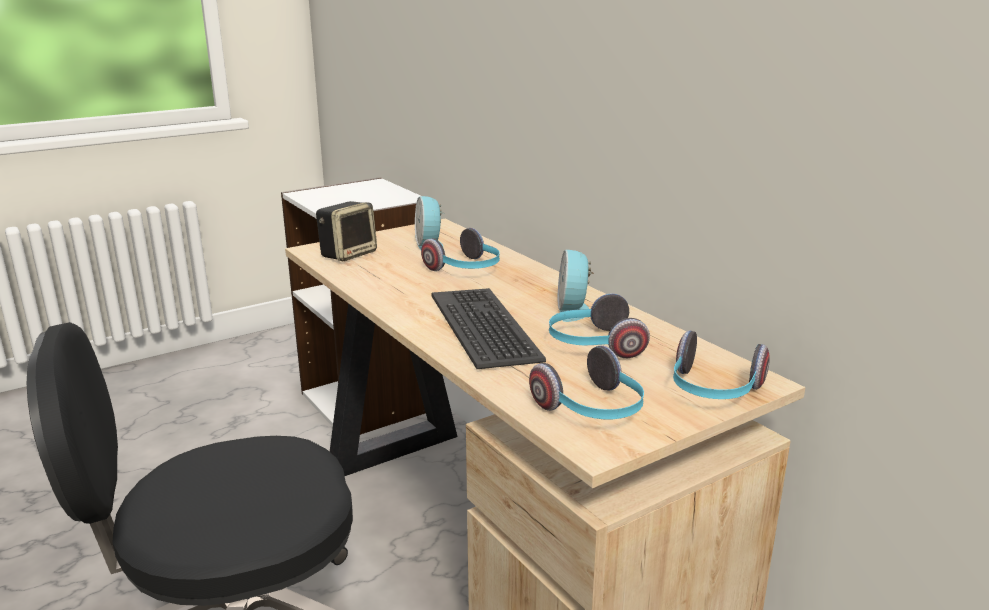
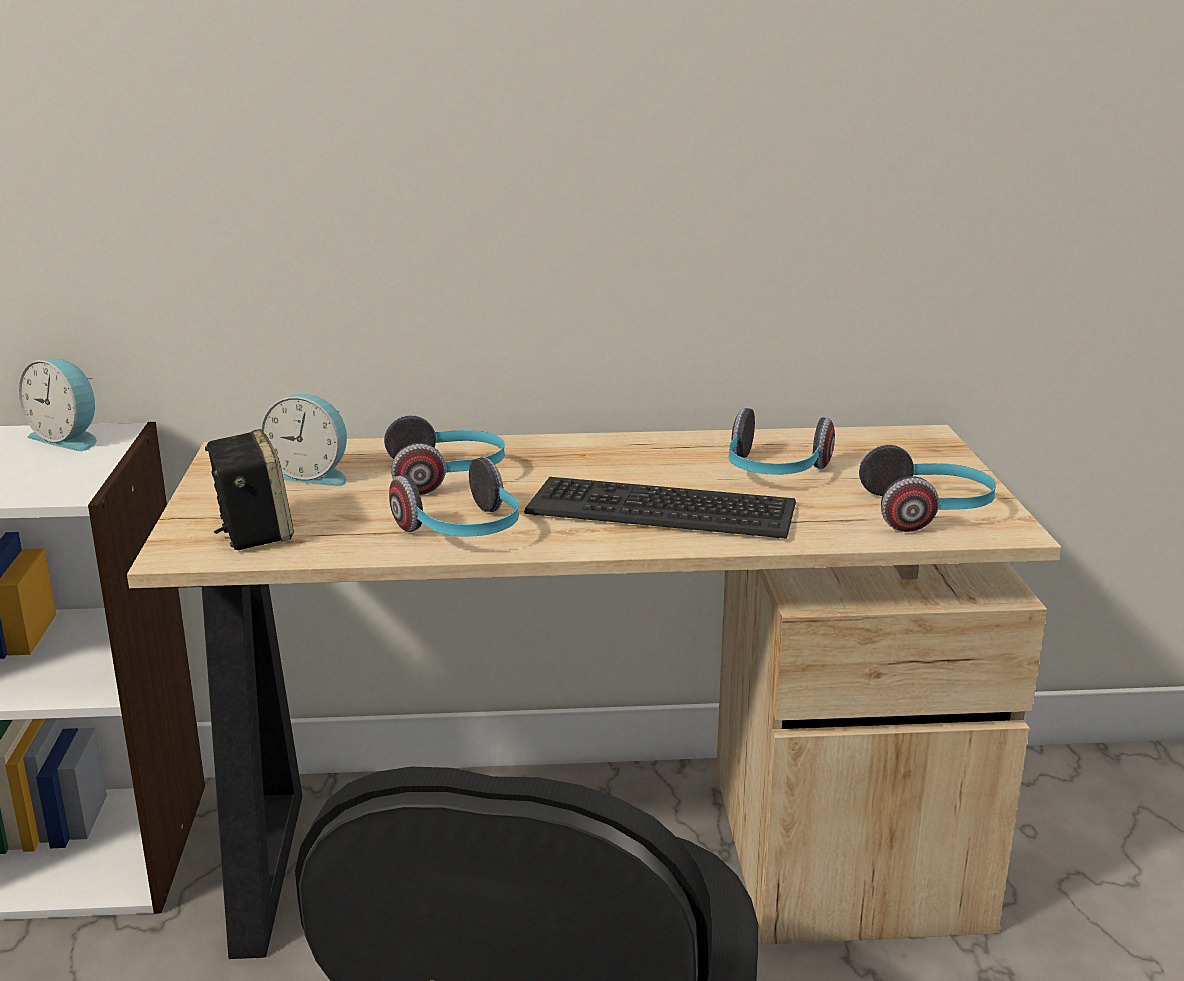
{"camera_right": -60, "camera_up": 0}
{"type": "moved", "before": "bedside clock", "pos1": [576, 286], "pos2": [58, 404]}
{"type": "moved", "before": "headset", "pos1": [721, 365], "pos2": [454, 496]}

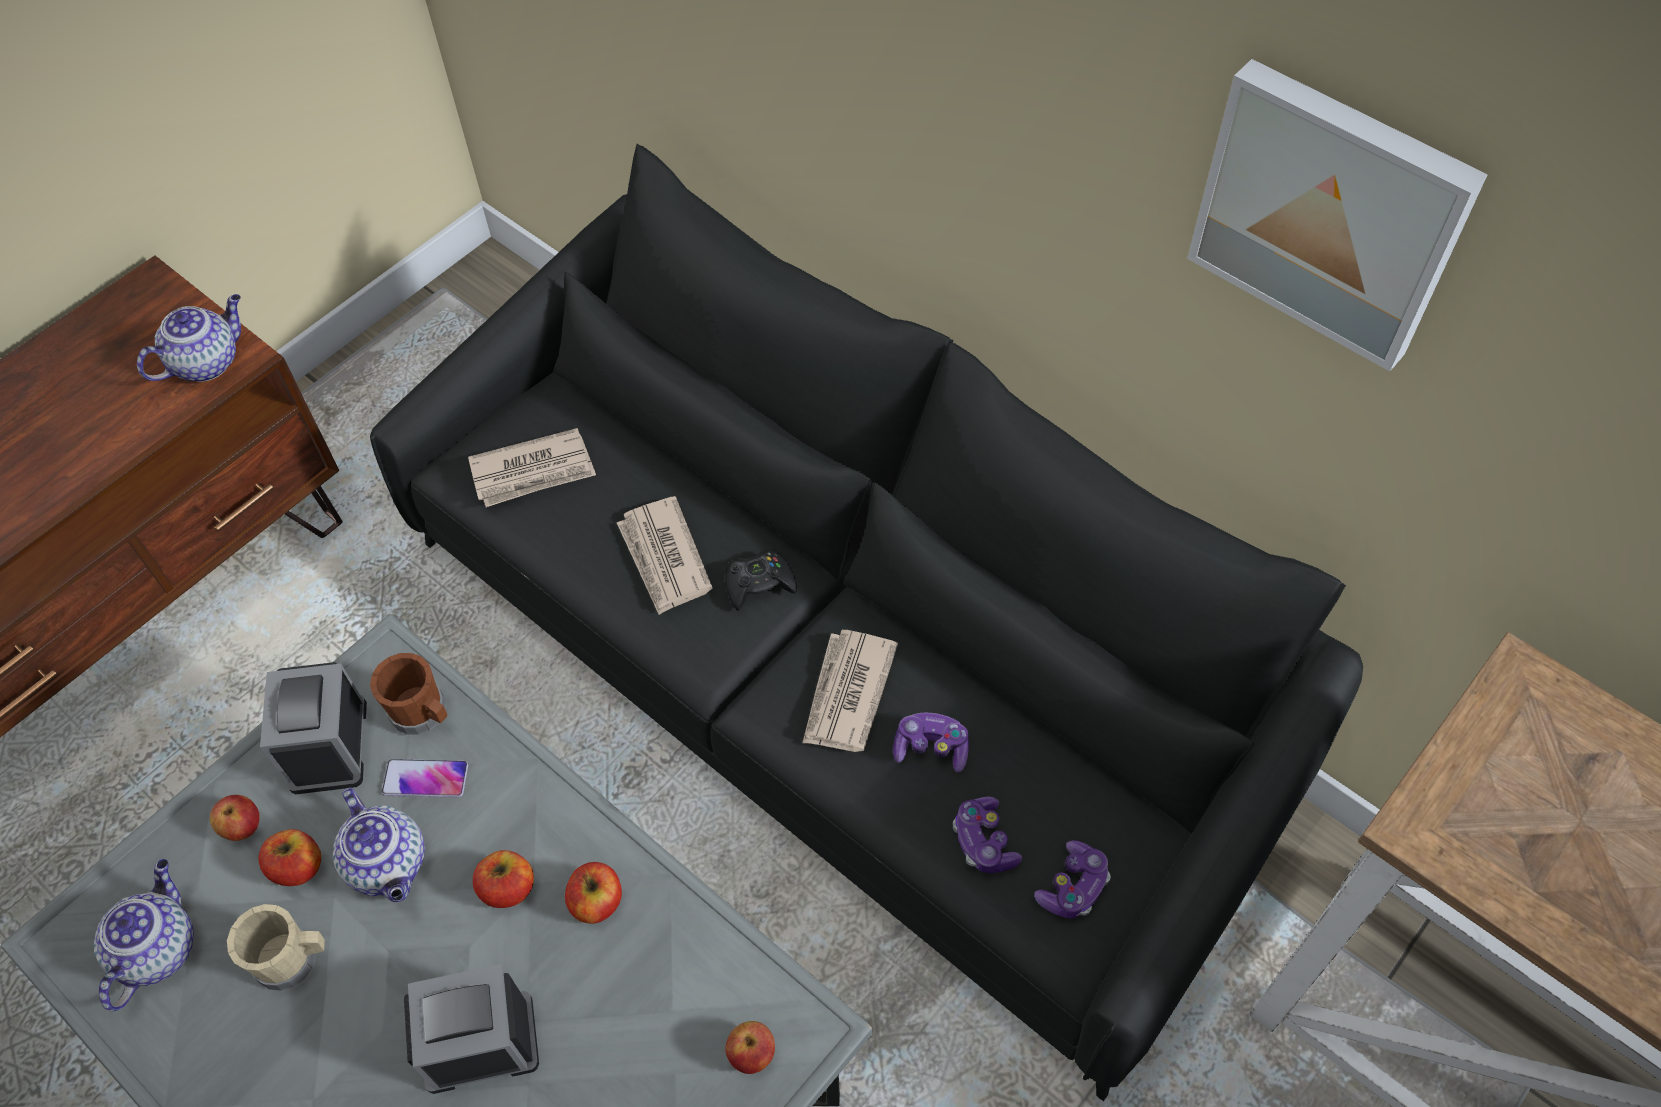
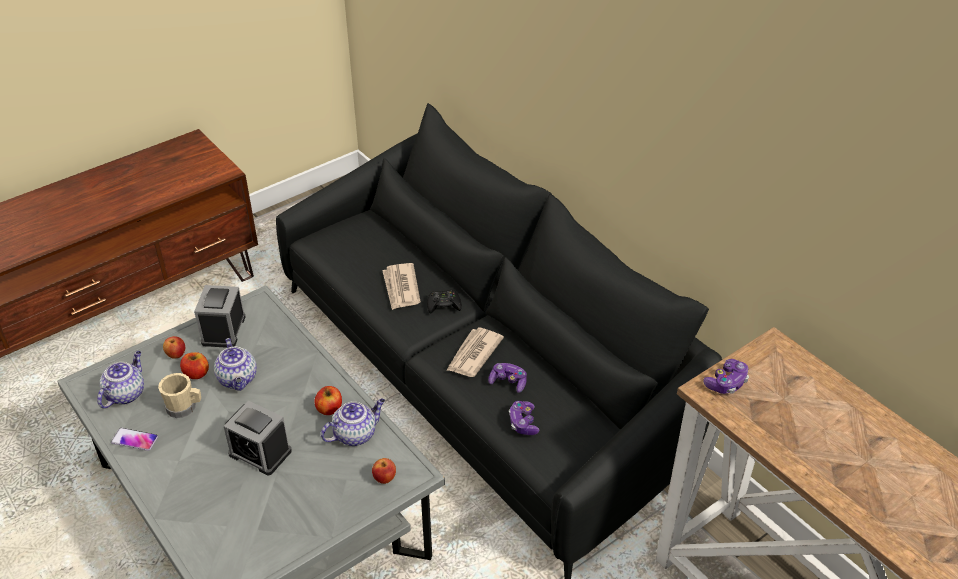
{"camera_right": 10, "camera_up": -15}
{"type": "removed", "before": "mug in brown-coloured", "pos1": [409, 694]}
{"type": "removed", "before": "newspaper", "pos1": [532, 467]}
{"type": "removed", "before": "apple", "pos1": [503, 879]}
{"type": "removed", "before": "picture", "pos1": [1337, 215]}
{"type": "moved", "before": "teapot", "pos1": [189, 338], "pos2": [353, 422]}
{"type": "moved", "before": "telephone", "pos1": [424, 778], "pos2": [134, 439]}
{"type": "moved", "before": "joypad", "pos1": [1072, 879], "pos2": [726, 376]}
{"type": "turned", "before": "bedside clock", "pos1": [471, 1029], "pos2": [257, 438], "turn": -150}

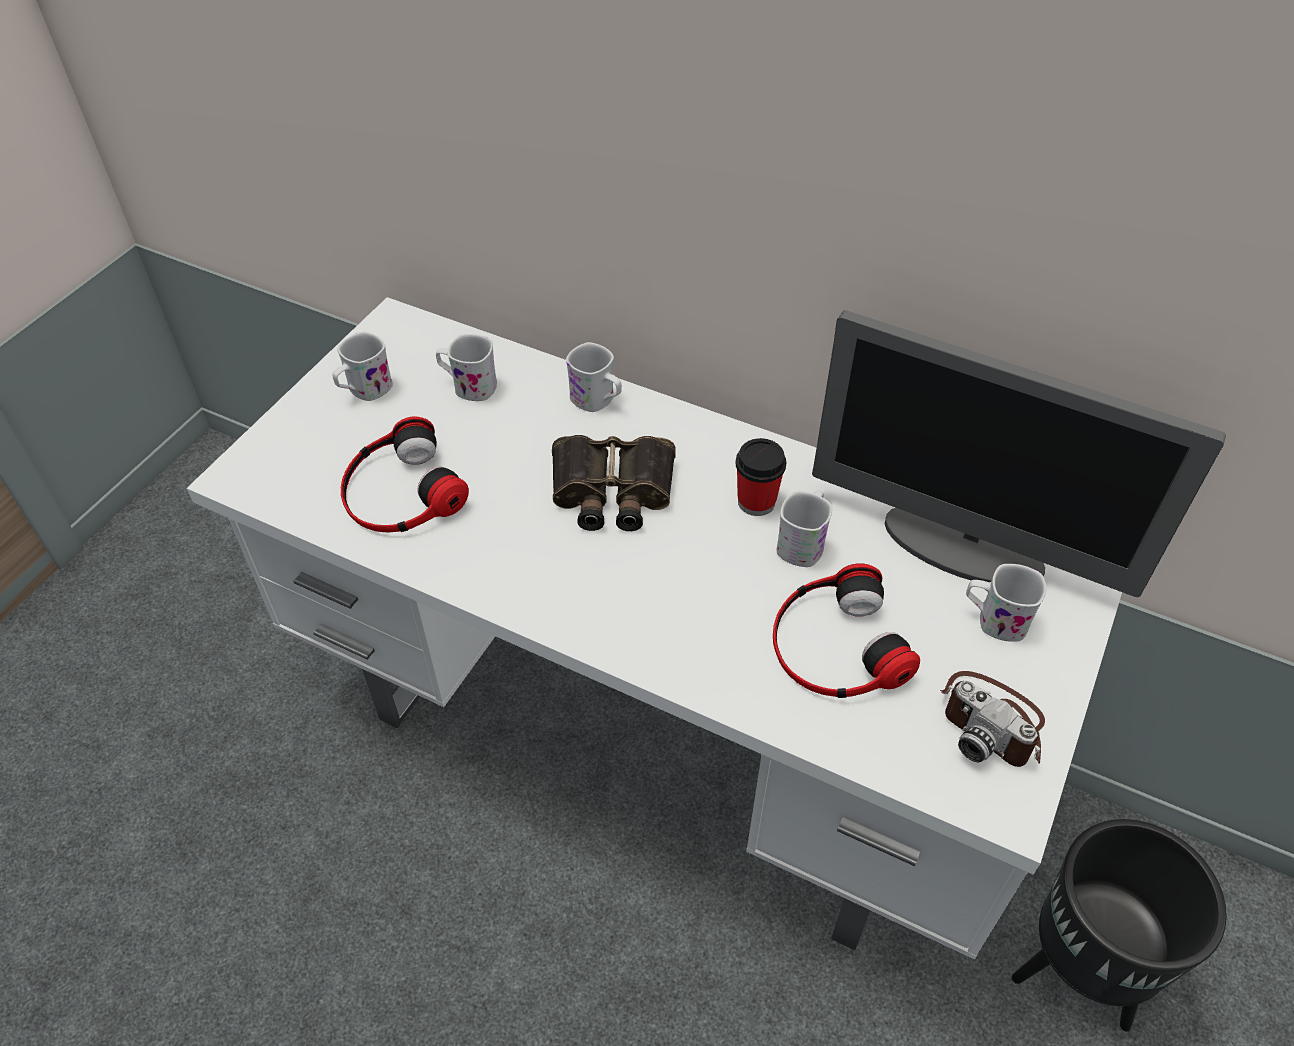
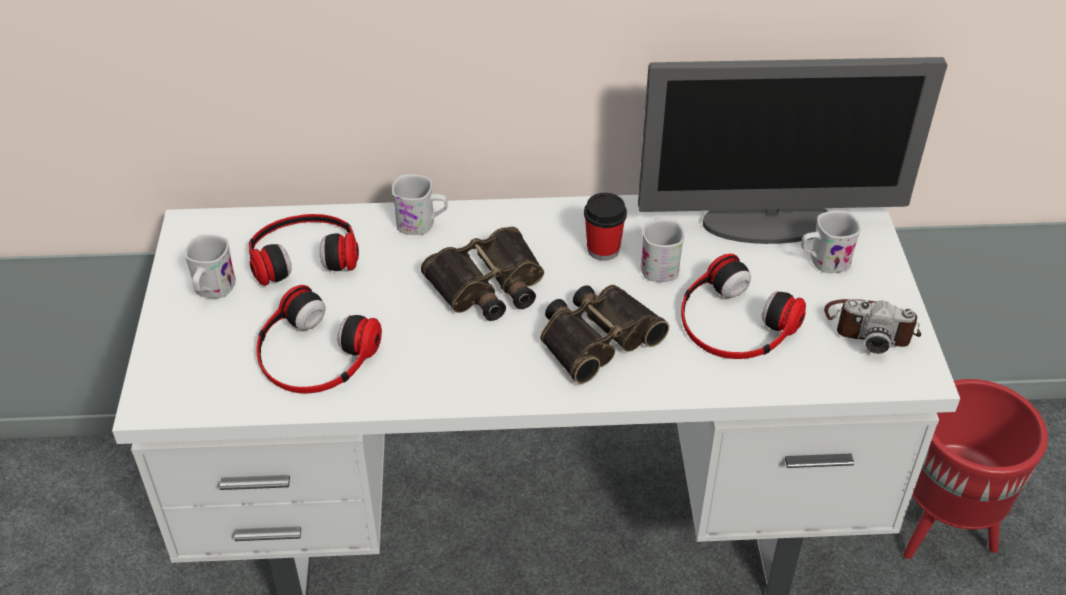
{"camera_right": -30, "camera_up": -5}
{"type": "added", "after": "field glasses", "pos2": [604, 334]}
{"type": "replaced", "before": "mug in white", "after": "headset", "pos1": [466, 367], "pos2": [304, 250]}
{"type": "recoloured", "before": "plant pot in black", "after": "plant pot in reddish", "pos1": [1119, 925], "pos2": [975, 469]}

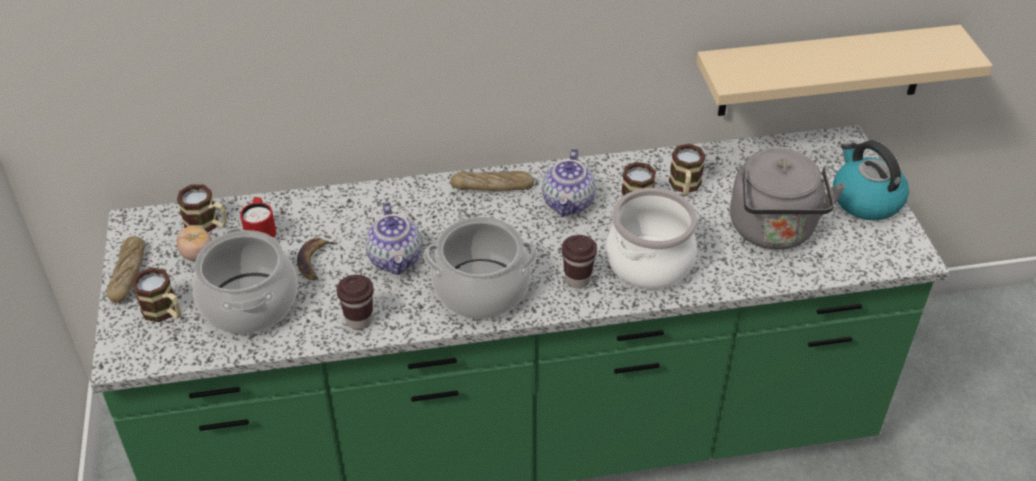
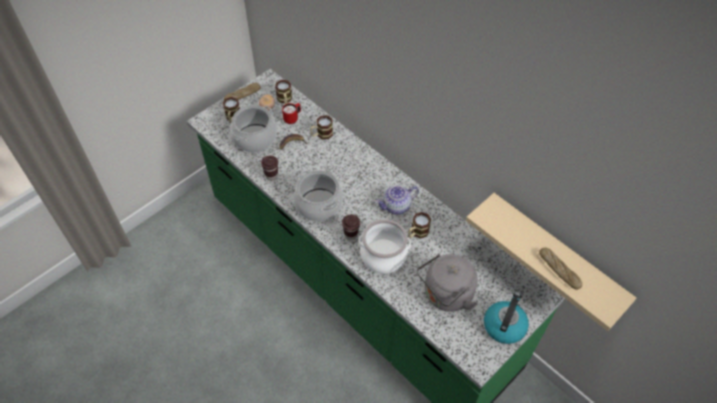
{"camera_right": 55, "camera_up": 10}
{"type": "removed", "before": "teapot", "pos1": [393, 238]}
{"type": "moved", "before": "bread", "pos1": [492, 181], "pos2": [560, 269]}
{"type": "moved", "before": "mug", "pos1": [687, 170], "pos2": [321, 127]}

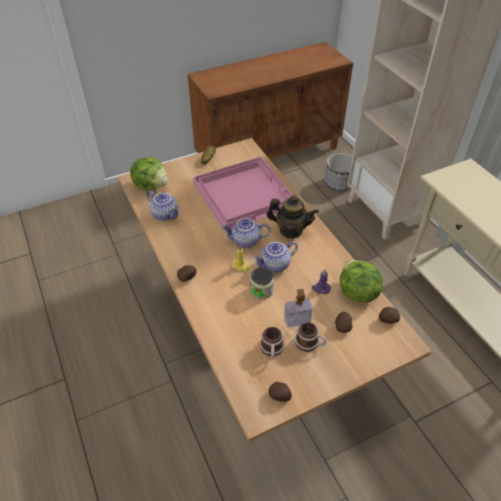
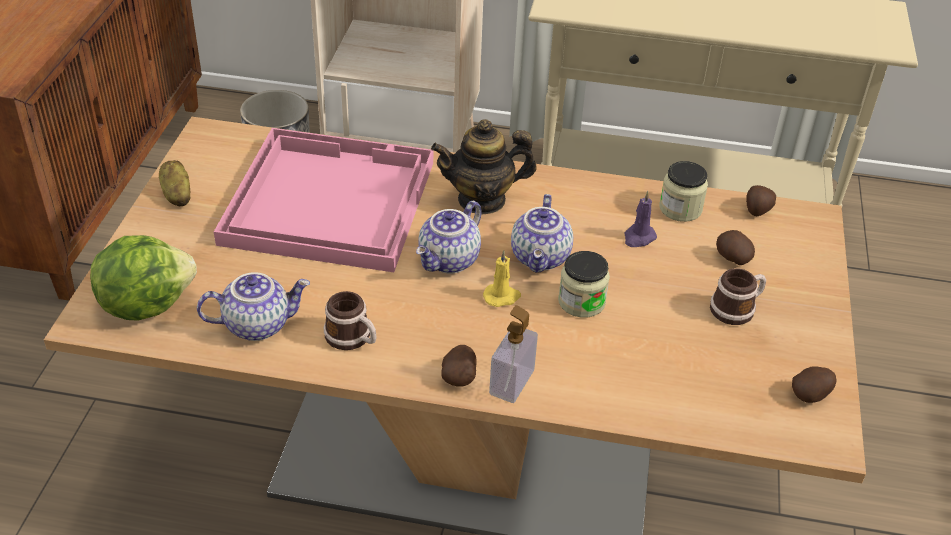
{"camera_right": -55, "camera_up": -5}
{"type": "moved", "before": "mug", "pos1": [272, 343], "pos2": [350, 320]}
{"type": "moved", "before": "liquid soap bottle", "pos1": [298, 308], "pos2": [513, 354]}
{"type": "replaced", "before": "lettuce", "after": "jar", "pos1": [361, 281], "pos2": [683, 191]}
{"type": "turned", "before": "teapot", "pos1": [292, 216], "pos2": [484, 167], "turn": -150}

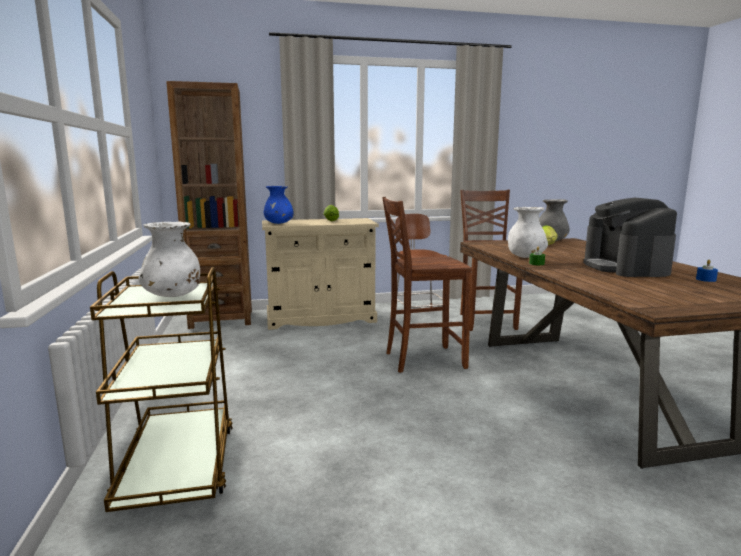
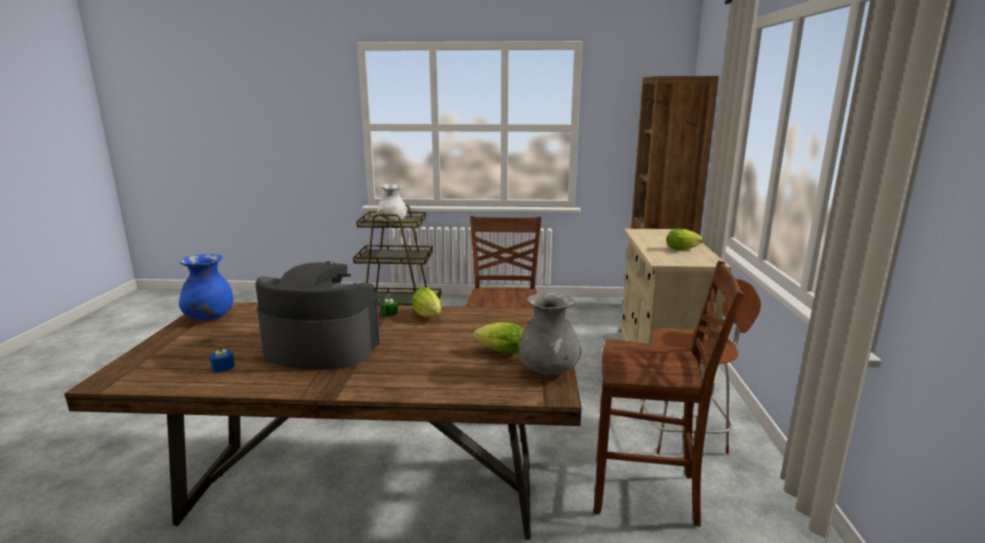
{"camera_right": 105, "camera_up": 5}
{"type": "moved", "before": "vase in blue", "pos1": [278, 205], "pos2": [206, 287]}
{"type": "replaced", "before": "vase in white", "after": "lettuce", "pos1": [528, 232], "pos2": [426, 302]}

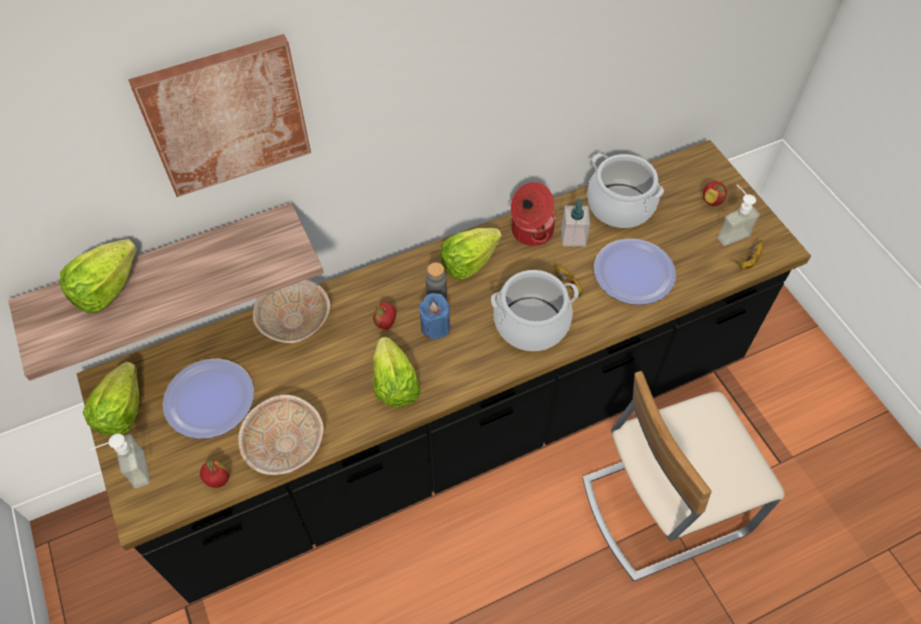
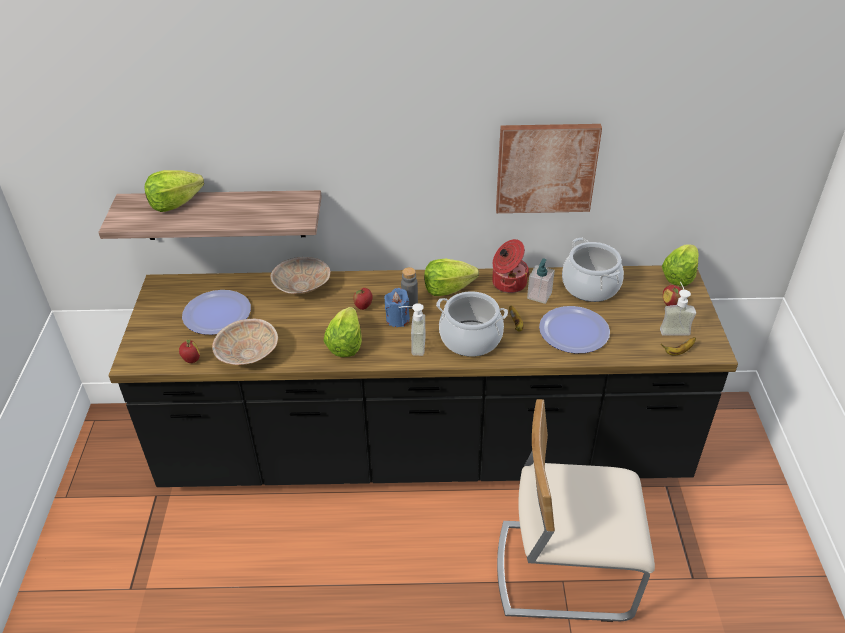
{"camera_right": 25, "camera_up": -15}
{"type": "moved", "before": "lettuce", "pos1": [111, 398], "pos2": [680, 265]}
{"type": "moved", "before": "liquid soap bottle", "pos1": [120, 461], "pos2": [412, 329]}
{"type": "moved", "before": "picture", "pos1": [219, 115], "pos2": [549, 168]}

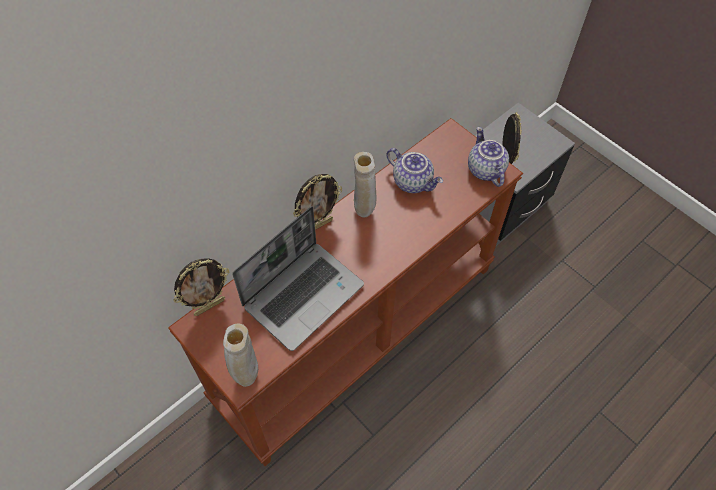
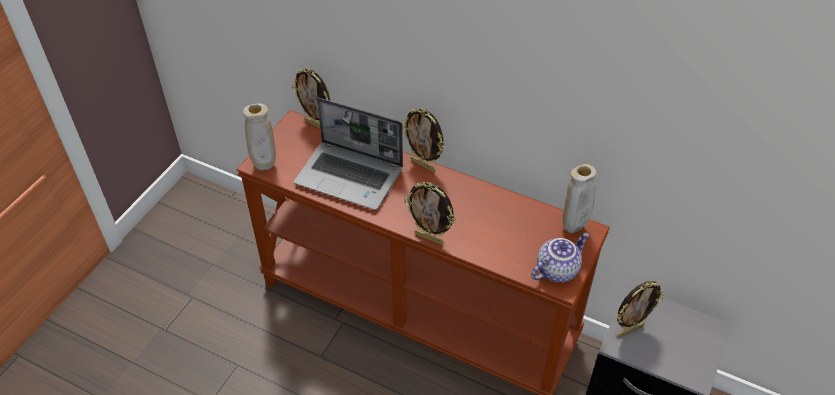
{"camera_right": 70, "camera_up": -10}
{"type": "removed", "before": "teapot", "pos1": [414, 170]}
{"type": "added", "after": "photo frame", "pos2": [430, 213]}
{"type": "moved", "before": "vase in beige-coloured", "pos1": [365, 185], "pos2": [580, 198]}

